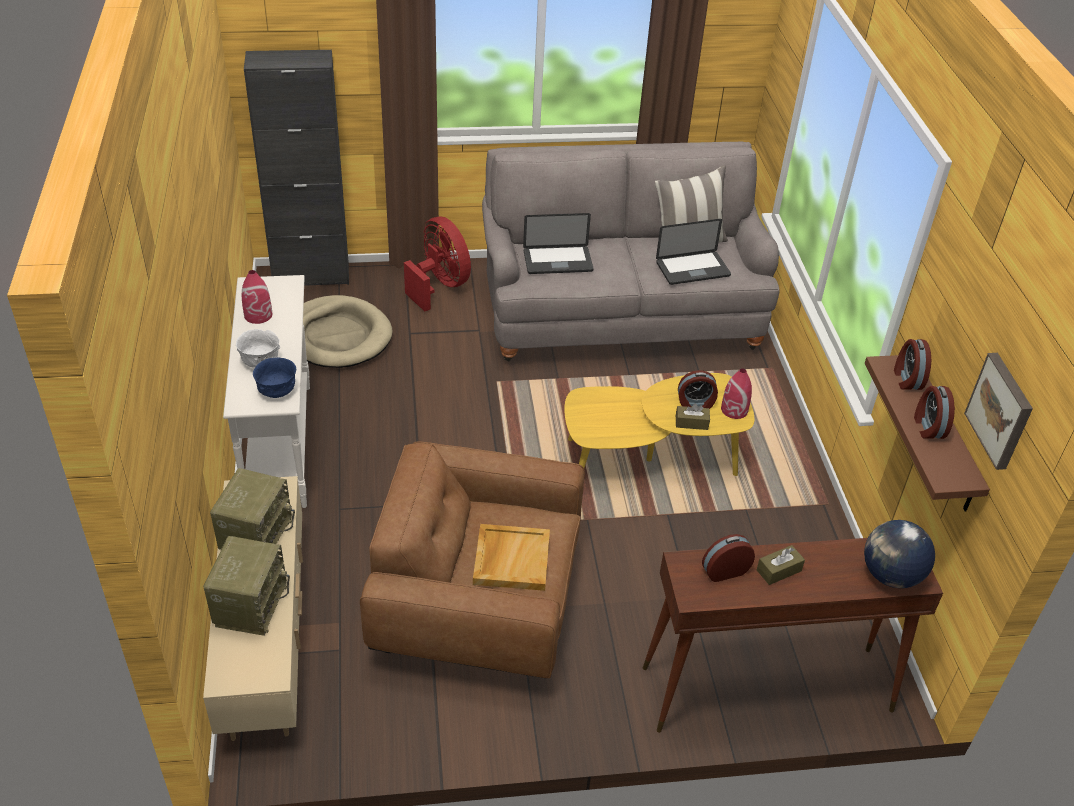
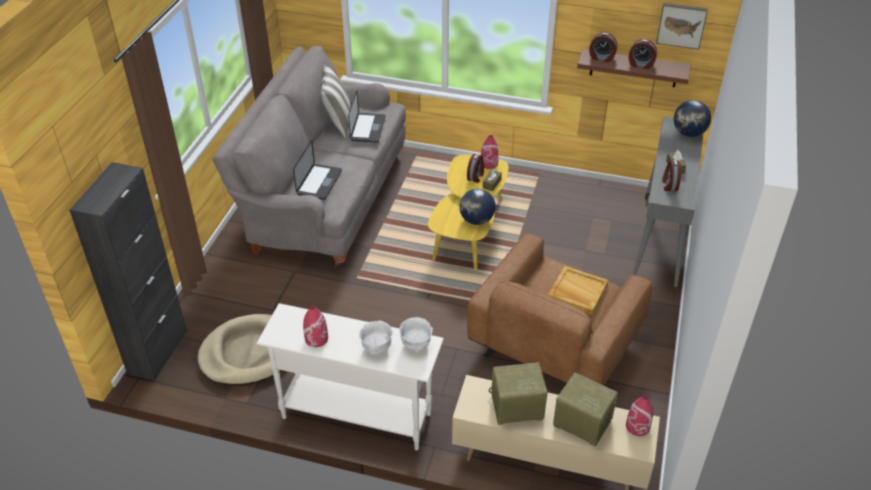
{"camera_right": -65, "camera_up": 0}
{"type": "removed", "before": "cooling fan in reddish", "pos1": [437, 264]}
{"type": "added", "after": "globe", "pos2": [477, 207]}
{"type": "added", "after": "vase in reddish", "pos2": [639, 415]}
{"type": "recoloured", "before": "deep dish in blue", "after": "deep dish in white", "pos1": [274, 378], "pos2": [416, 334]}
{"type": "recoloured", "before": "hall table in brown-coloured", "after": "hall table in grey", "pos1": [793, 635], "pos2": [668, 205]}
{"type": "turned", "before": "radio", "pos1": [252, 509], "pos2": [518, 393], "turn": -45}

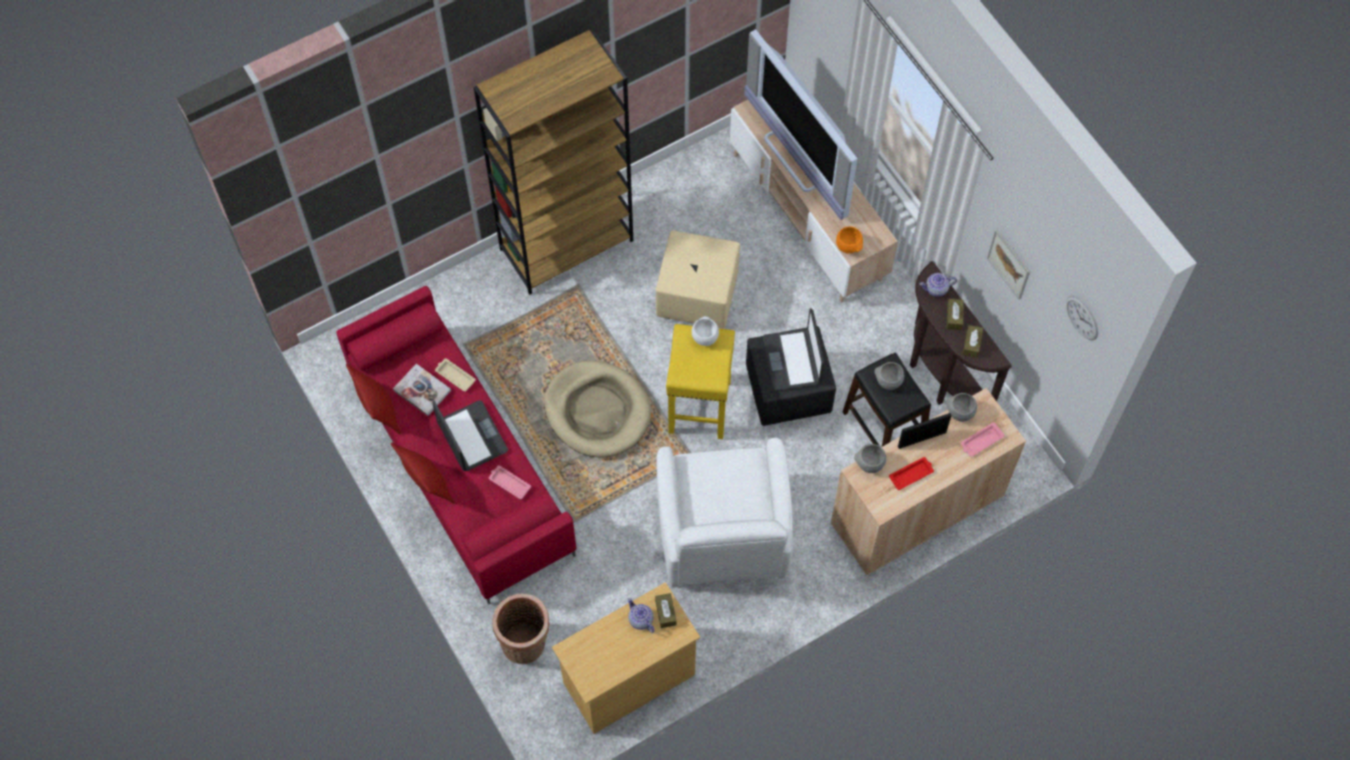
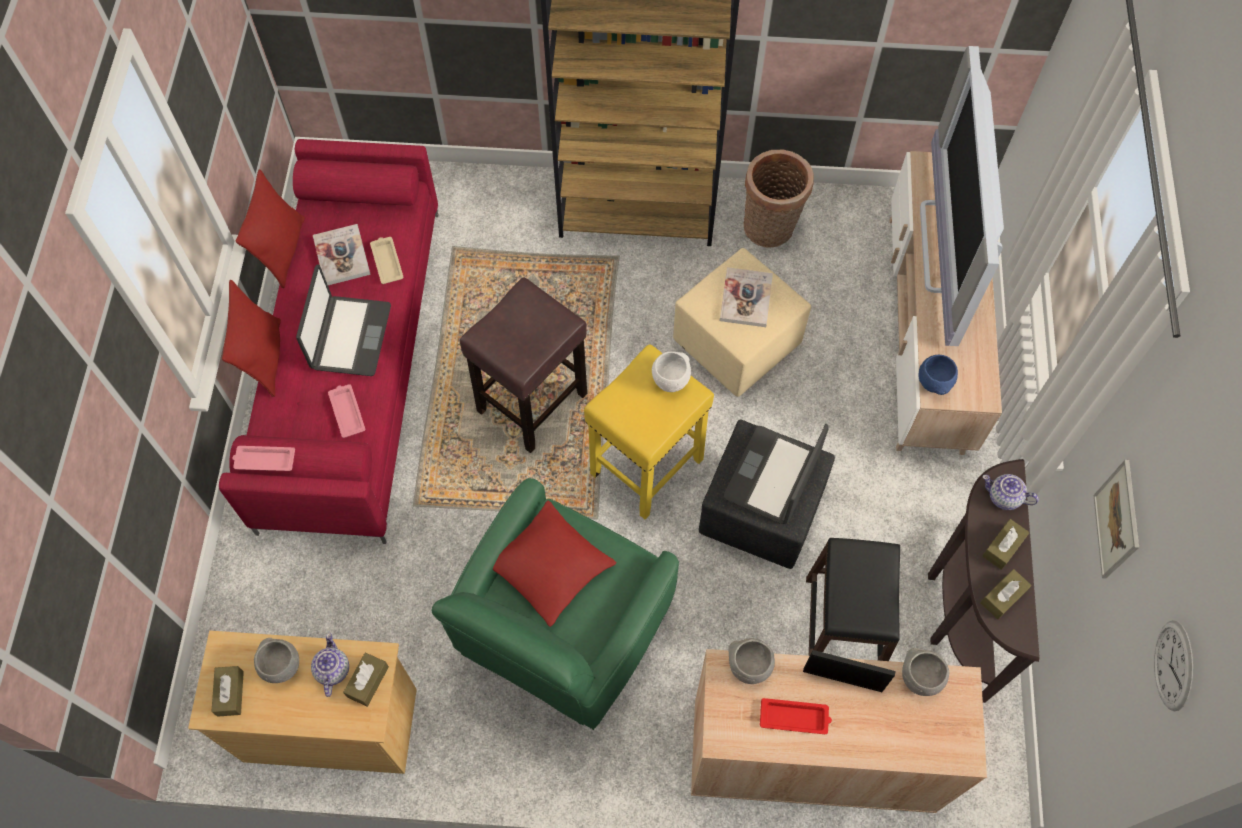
{"camera_right": 35, "camera_up": 0}
{"type": "added", "after": "tissue box in brown-coloured", "pos2": [227, 691]}
{"type": "added", "after": "throw pillow in reddish", "pos2": [555, 563]}
{"type": "added", "after": "volume", "pos2": [746, 297]}
{"type": "moved", "before": "storage basket", "pos1": [521, 629], "pos2": [779, 199]}
{"type": "moved", "before": "deep dish in grey", "pos1": [889, 376], "pos2": [276, 660]}
{"type": "moved", "before": "carrying tray in pink", "pos1": [983, 439], "pos2": [263, 458]}
{"type": "replaced", "before": "dog cushion in beige-coloured", "after": "stool seat in brown-coloured", "pos1": [597, 409], "pos2": [523, 365]}
{"type": "recoloured", "before": "armchair in white", "after": "armchair in green-coloured", "pos1": [724, 513], "pos2": [555, 604]}
{"type": "recoloured", "before": "deep dish in orangey", "after": "deep dish in blue", "pos1": [849, 240], "pos2": [938, 375]}

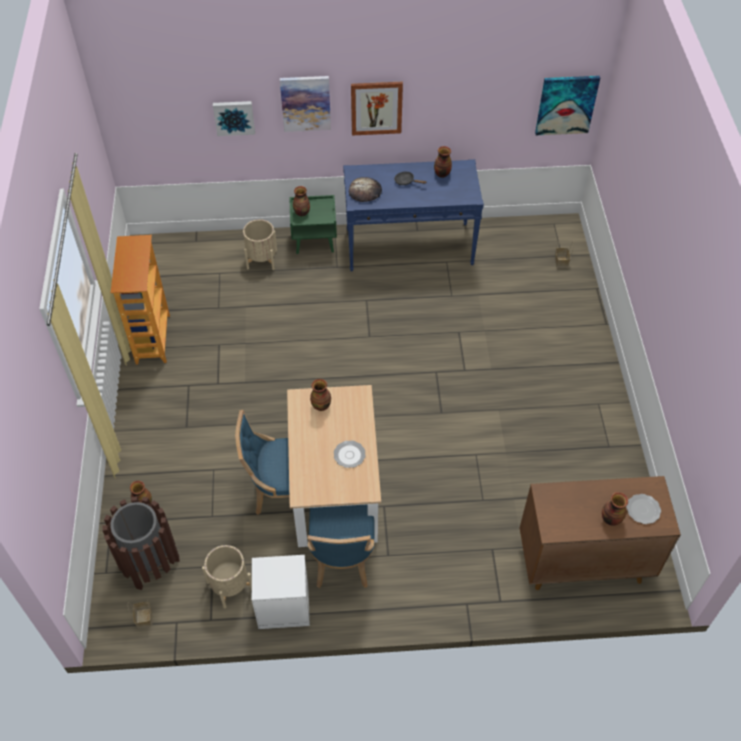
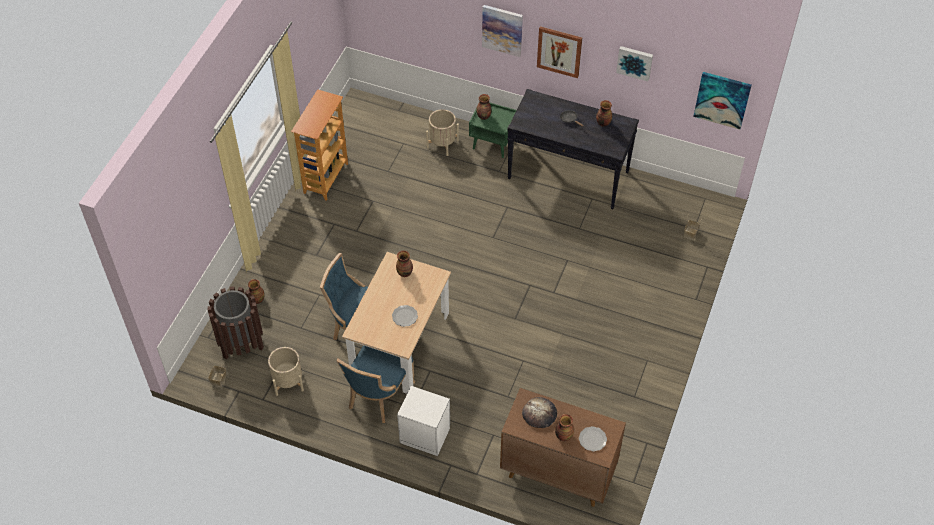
{"camera_right": 25, "camera_up": 0}
{"type": "moved", "before": "picture", "pos1": [234, 118], "pos2": [634, 63]}
{"type": "moved", "before": "bedside table in white", "pos1": [281, 592], "pos2": [423, 421]}
{"type": "moved", "before": "bread", "pos1": [365, 189], "pos2": [539, 412]}
{"type": "recoloured", "before": "hall table in blue", "after": "hall table in black", "pos1": [413, 215], "pos2": [573, 149]}

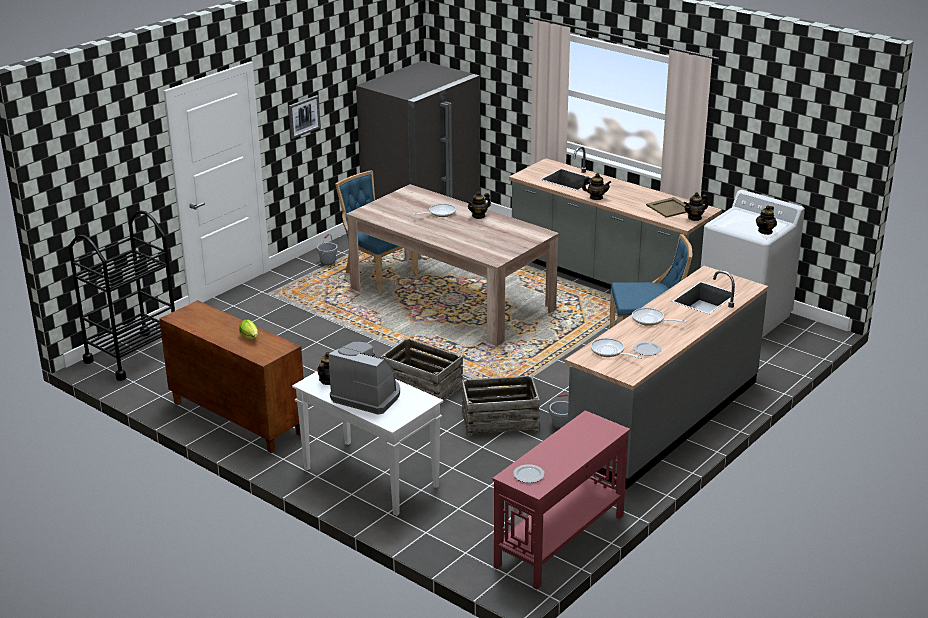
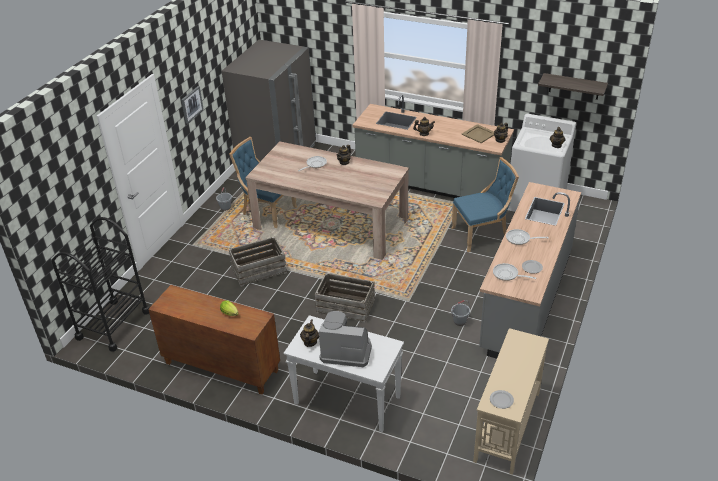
{"camera_right": -15, "camera_up": 10}
{"type": "added", "after": "bracket shelf", "pos2": [573, 86]}
{"type": "moved", "before": "packing crate", "pos1": [501, 406], "pos2": [258, 262]}
{"type": "recoloured", "before": "hall table in reddish", "after": "hall table in beige-coloured", "pos1": [561, 500], "pos2": [511, 401]}

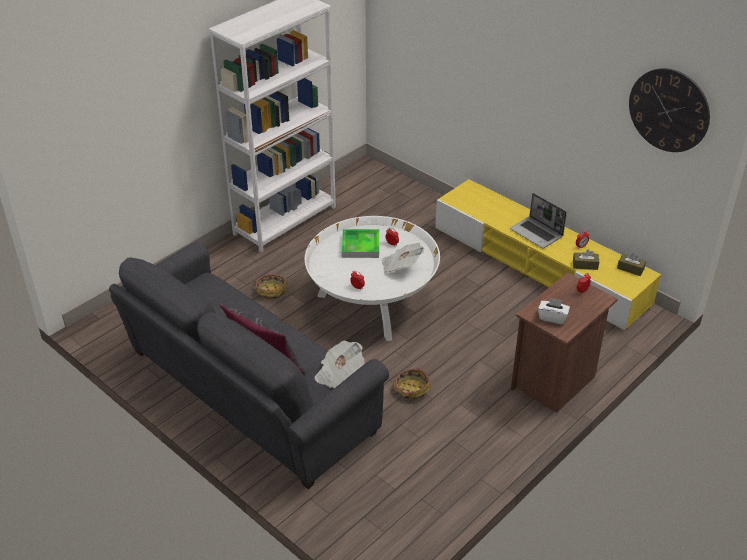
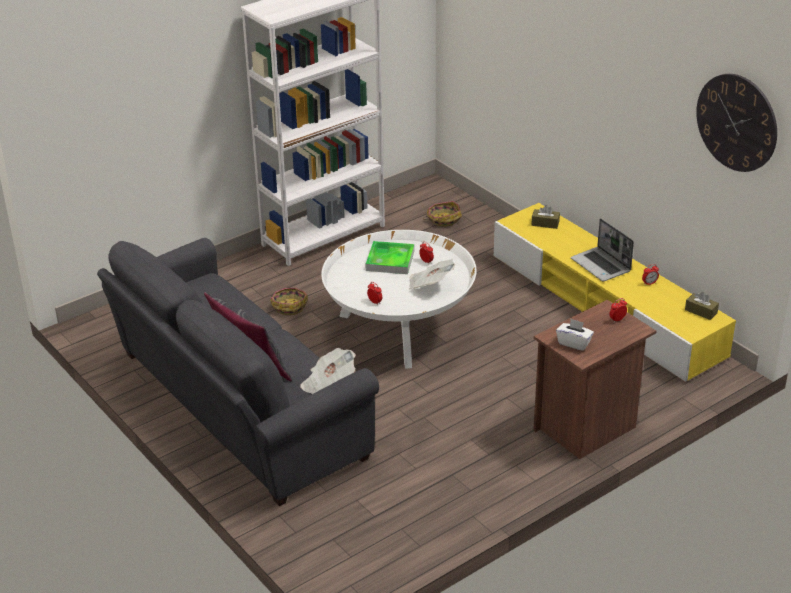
{"camera_right": 10, "camera_up": -5}
{"type": "moved", "before": "storage basket", "pos1": [411, 384], "pos2": [442, 214]}
{"type": "moved", "before": "tissue box in brown-coloured", "pos1": [586, 260], "pos2": [545, 217]}

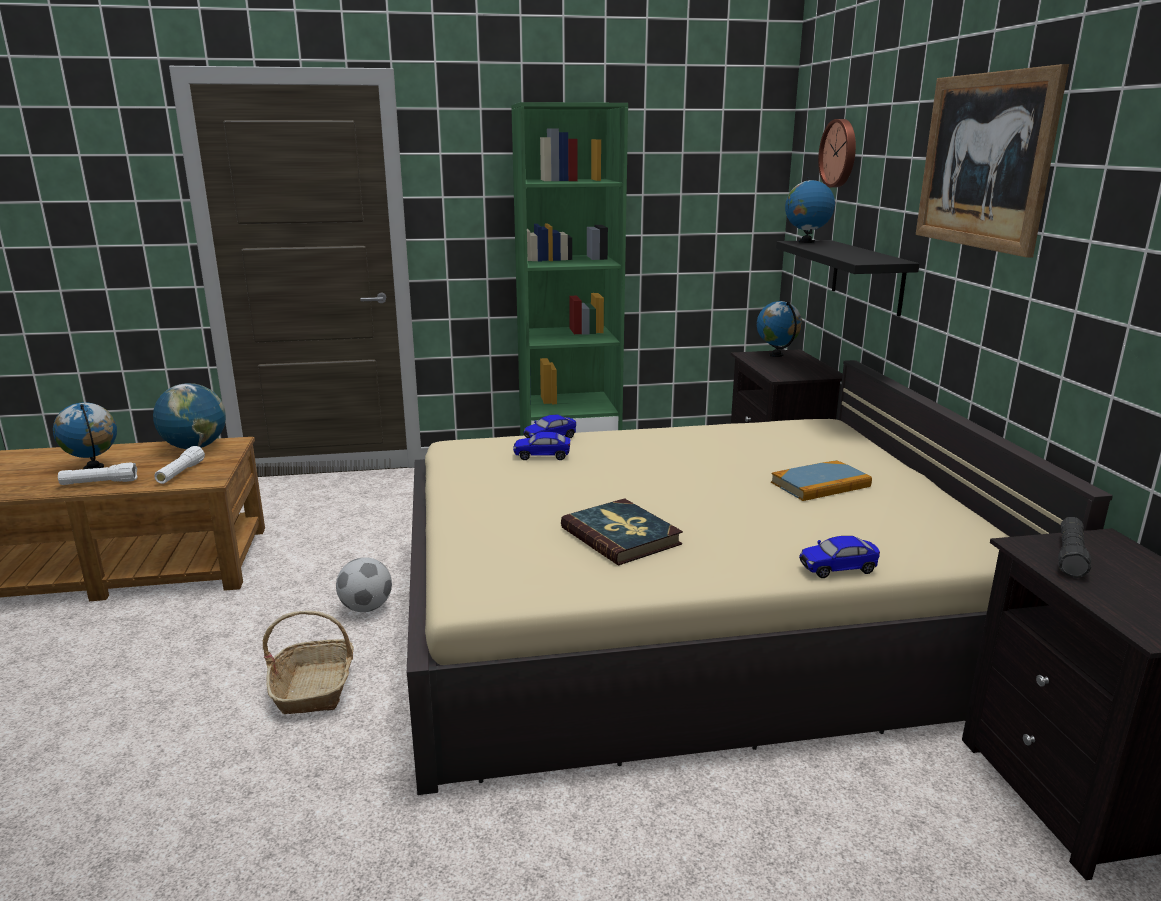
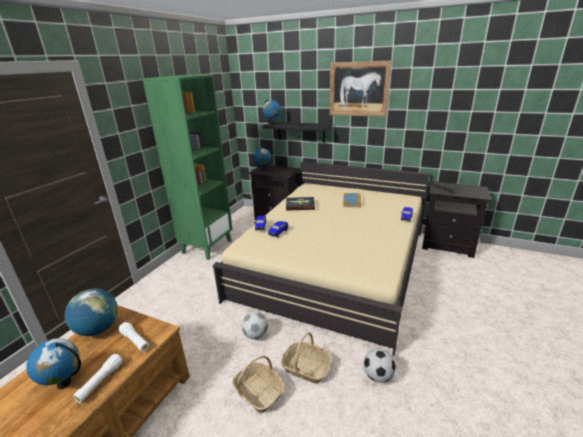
{"camera_right": -55, "camera_up": 5}
{"type": "removed", "before": "wall clock", "pos1": [837, 153]}
{"type": "added", "after": "storage basket", "pos2": [258, 384]}
{"type": "added", "after": "football ball", "pos2": [379, 366]}
{"type": "moved", "before": "volume", "pos1": [622, 531], "pos2": [300, 204]}

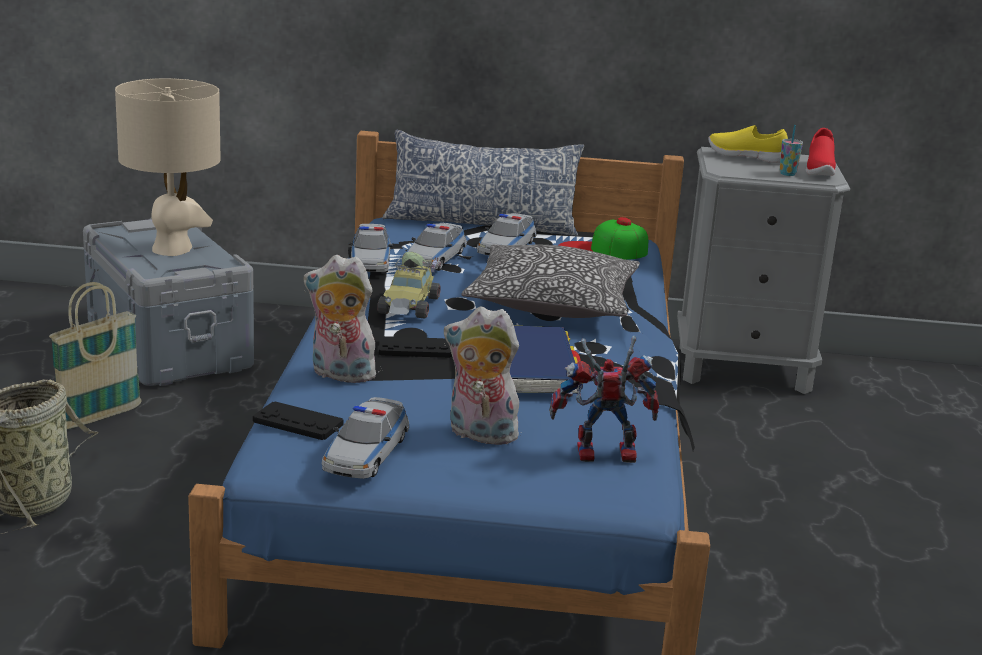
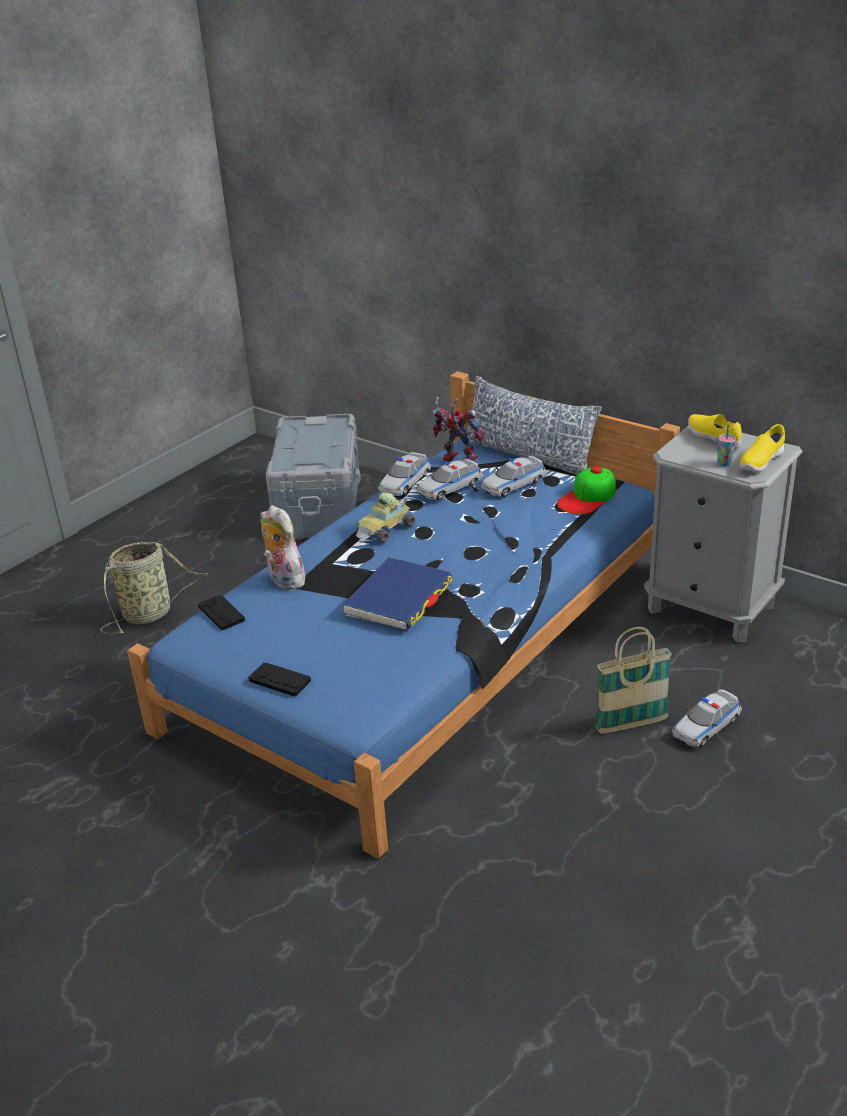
{"camera_right": 35, "camera_up": 10}
{"type": "removed", "before": "table lamp in beige-coloured", "pos1": [168, 167]}
{"type": "removed", "before": "plush toy", "pos1": [485, 375]}
{"type": "removed", "before": "throw pillow", "pos1": [550, 281]}
{"type": "moved", "before": "storage basket", "pos1": [95, 355], "pos2": [633, 680]}
{"type": "moved", "before": "toy car", "pos1": [365, 438], "pos2": [707, 718]}
{"type": "moved", "before": "joypad in black", "pos1": [415, 347], "pos2": [279, 679]}
{"type": "moved", "before": "robot figure", "pos1": [604, 399], "pos2": [459, 429]}
{"type": "recoloured", "before": "low shoe in reddish", "after": "low shoe in yellow-coloured", "pos1": [821, 152], "pos2": [762, 448]}
{"type": "turned", "before": "baseball cap", "pos1": [603, 238], "pos2": [586, 490], "turn": -75}

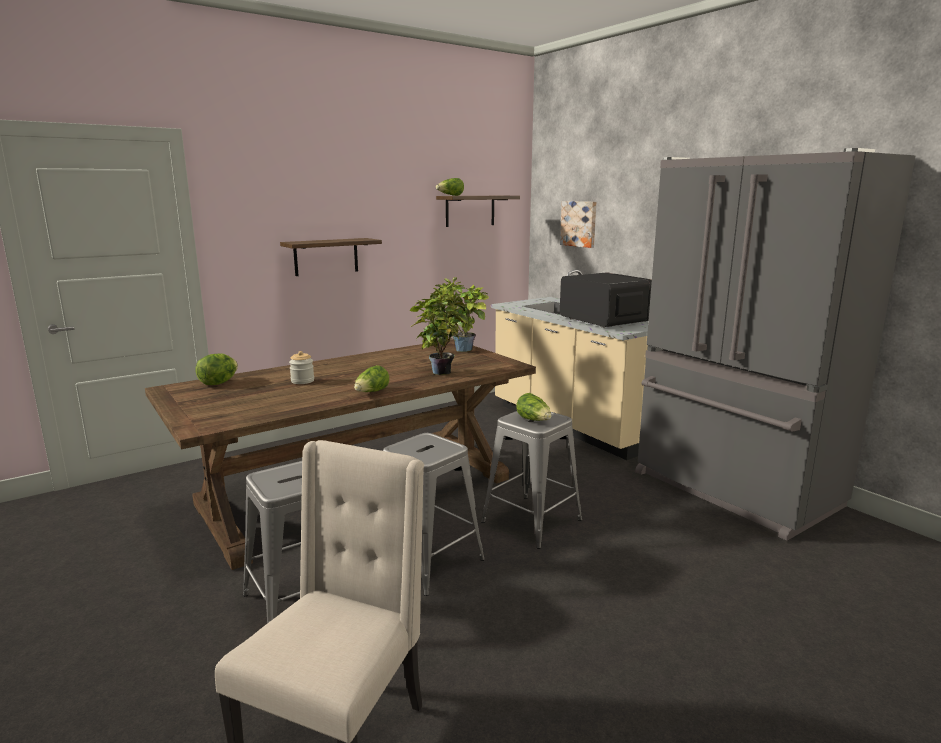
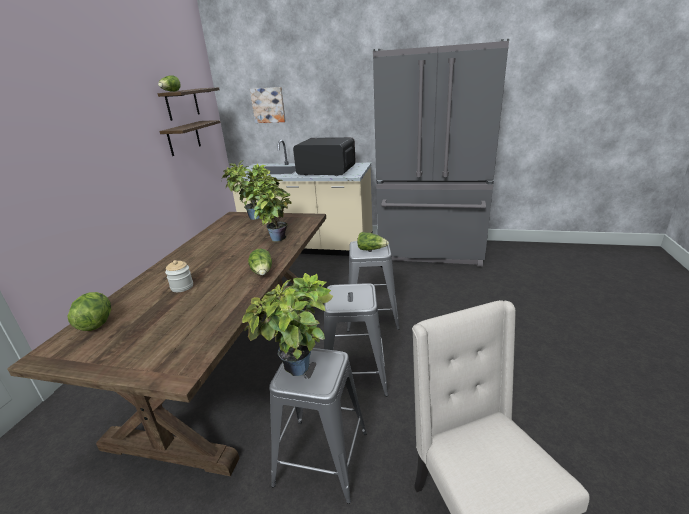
{"camera_right": -40, "camera_up": 10}
{"type": "added", "after": "houseplant", "pos2": [287, 324]}
{"type": "moved", "before": "bracket shelf", "pos1": [331, 257], "pos2": [189, 138]}

